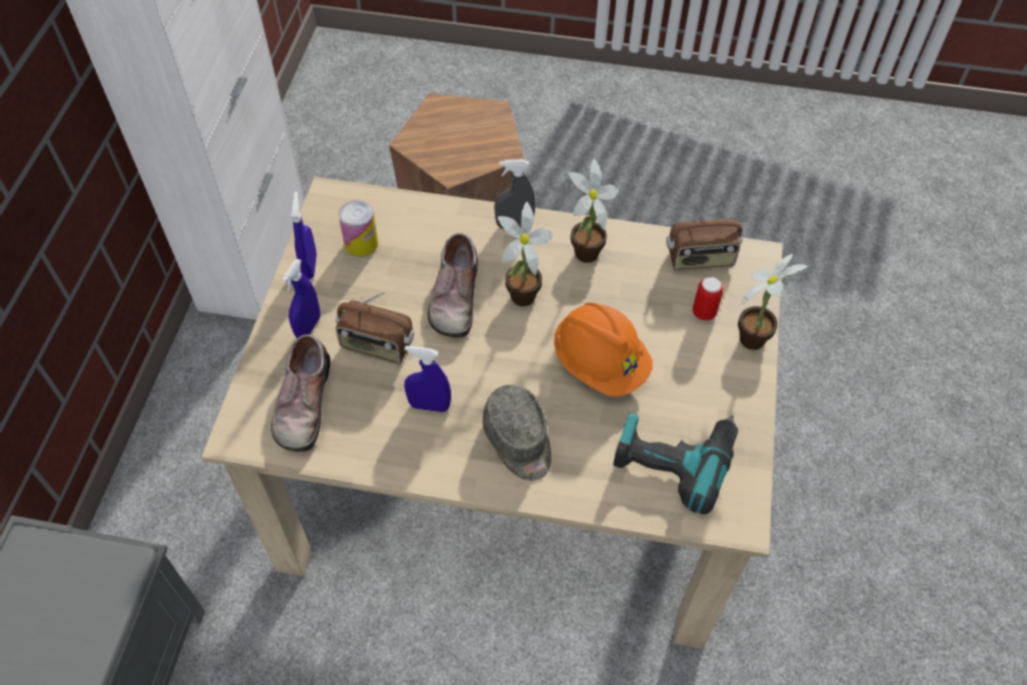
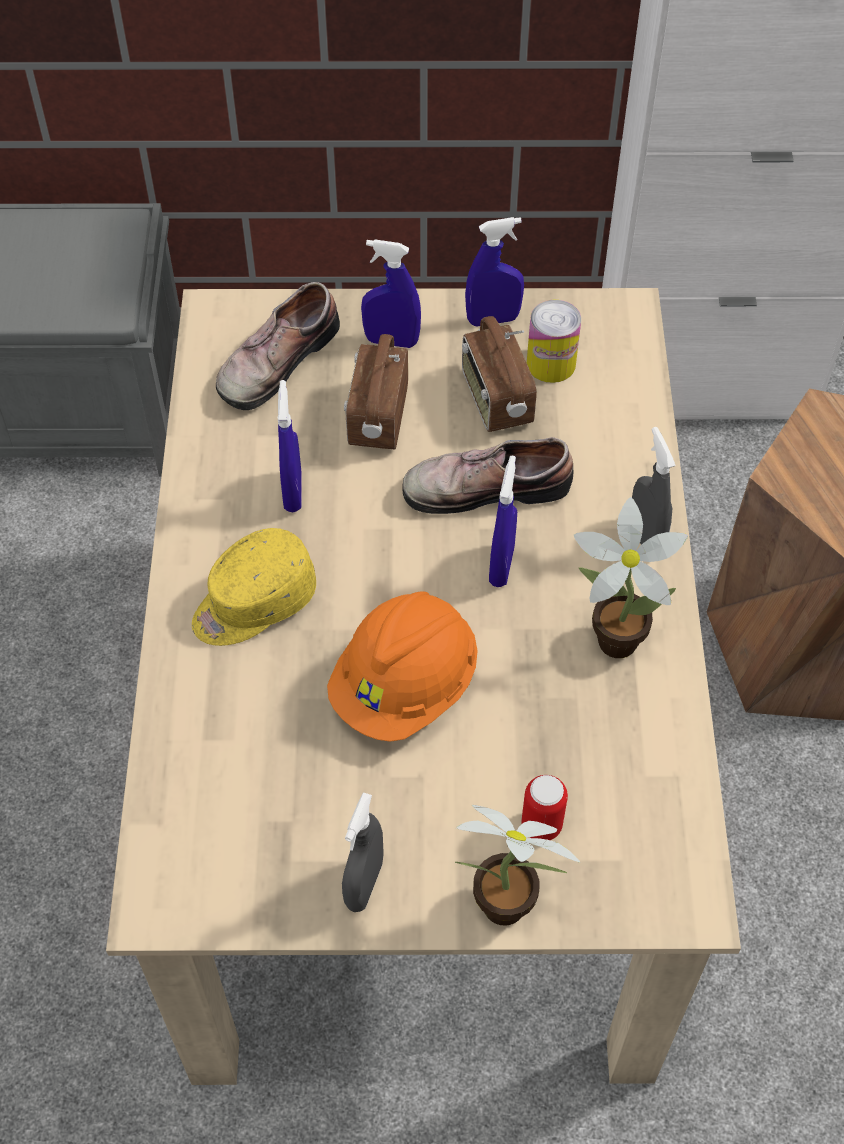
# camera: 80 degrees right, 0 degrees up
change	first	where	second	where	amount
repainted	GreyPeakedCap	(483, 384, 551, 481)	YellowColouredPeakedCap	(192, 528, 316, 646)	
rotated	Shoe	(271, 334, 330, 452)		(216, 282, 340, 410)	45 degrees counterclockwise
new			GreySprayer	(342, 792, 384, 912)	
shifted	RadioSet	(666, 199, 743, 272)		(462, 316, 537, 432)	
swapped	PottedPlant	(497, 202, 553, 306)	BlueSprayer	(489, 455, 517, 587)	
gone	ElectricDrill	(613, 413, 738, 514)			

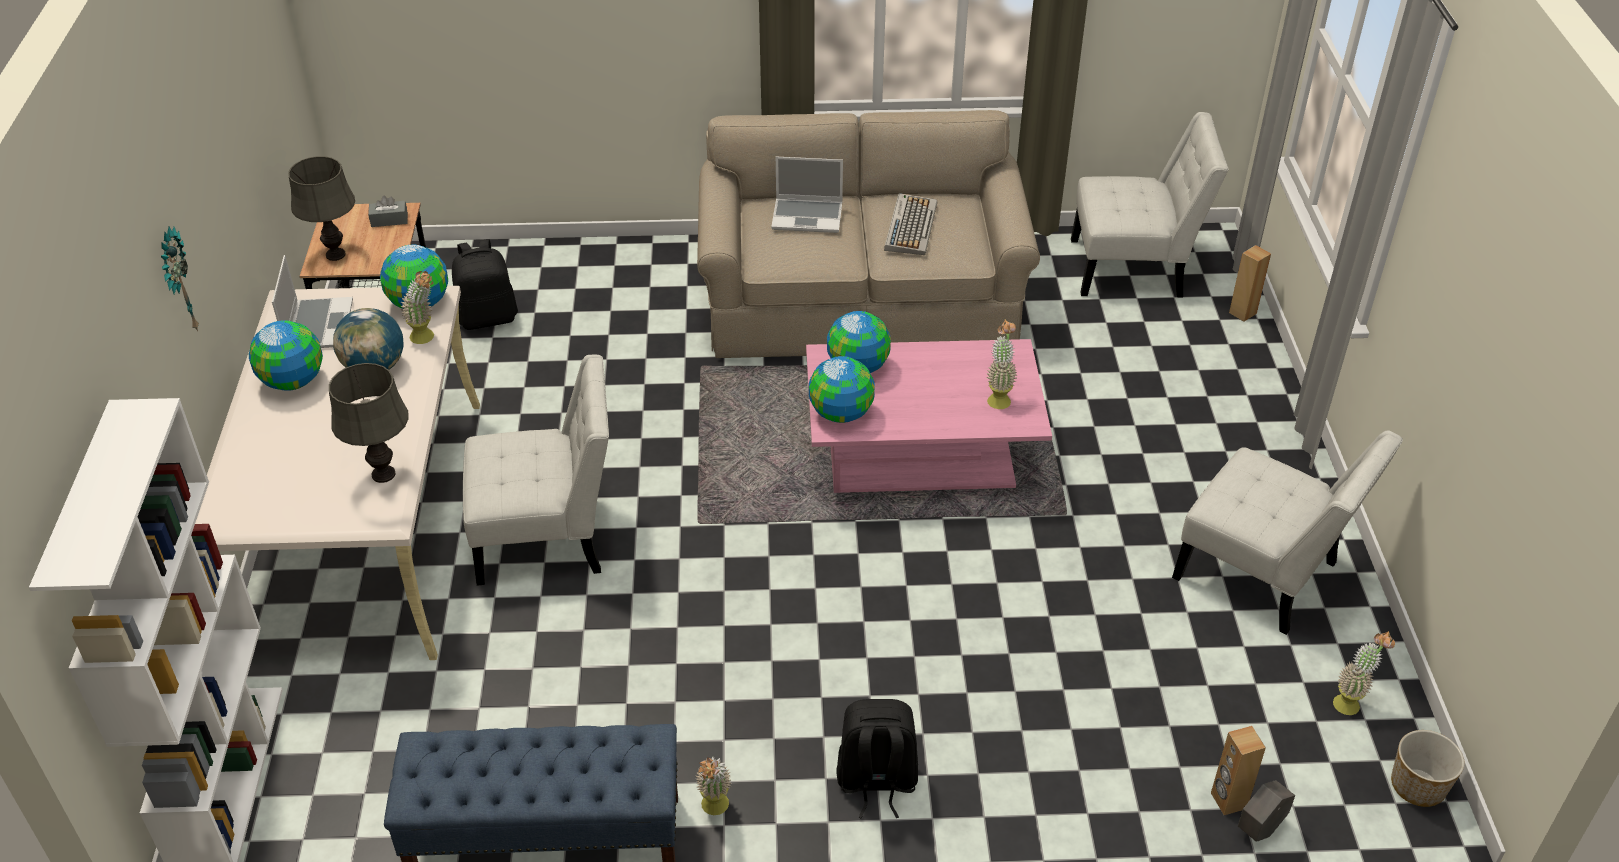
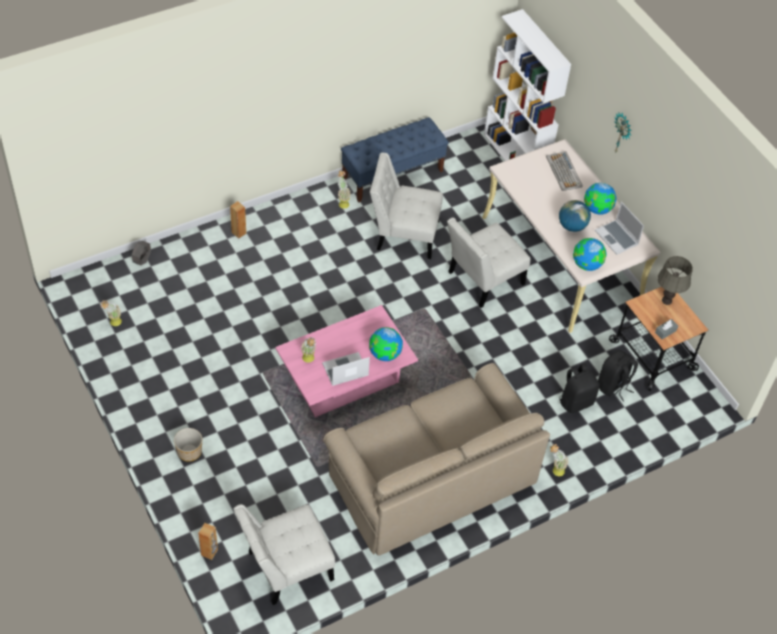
# camera: 150 degrees right, 10 degrees up
change	first	where	second	where	amount
shifted	PlantPot	(1391, 730, 1464, 807)		(174, 428, 202, 462)	
shifted	BrownishSpeaker	(1211, 726, 1266, 815)		(230, 201, 246, 239)	
shifted	NotebookComputer	(771, 157, 843, 233)		(322, 352, 370, 386)	
shifted	WhiteColouredUprightChair	(1172, 431, 1403, 635)		(370, 153, 443, 259)	
shifted	Keyboard	(884, 193, 938, 255)		(546, 151, 583, 191)	
shifted	PottedPlant	(400, 271, 434, 344)		(550, 444, 569, 476)	
shifted	BlackKnapsack	(837, 699, 918, 818)		(559, 363, 600, 413)	
gone	GreyTabletopLamp	(329, 363, 409, 483)			
gone	Globe	(809, 356, 875, 423)			

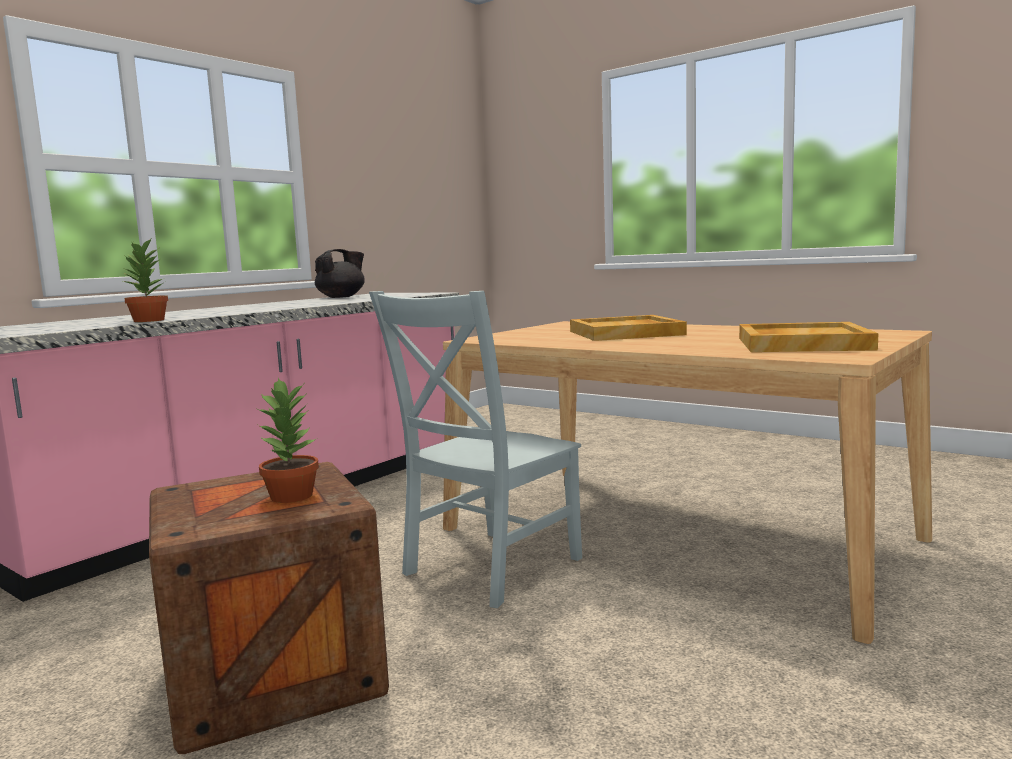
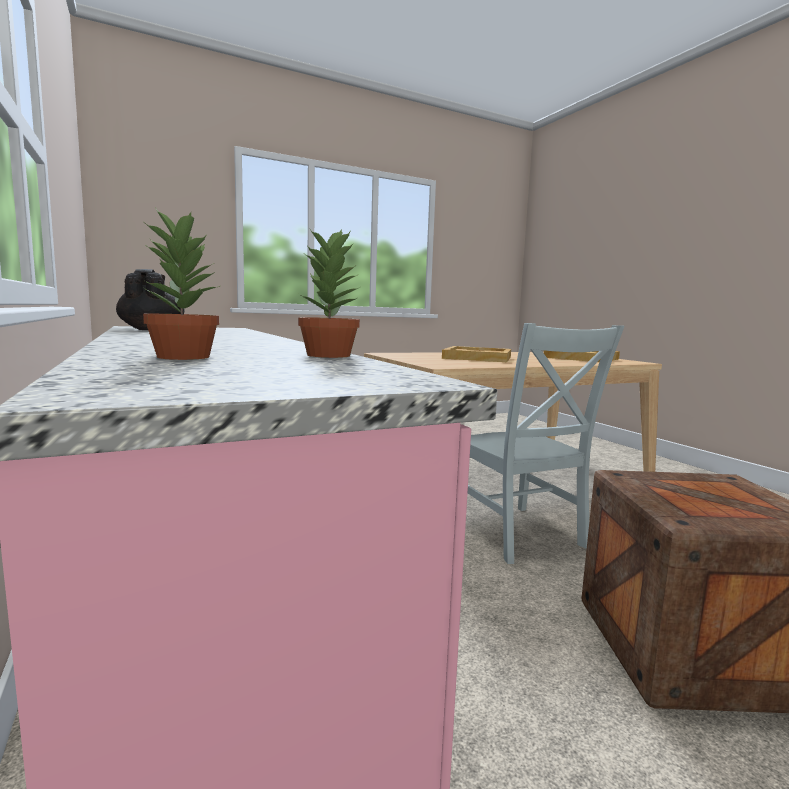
# camera: 65 degrees left, 0 degrees up
change	first	where	second	where	amount
shifted	PottedPlant	(258, 377, 319, 503)		(143, 209, 220, 360)	

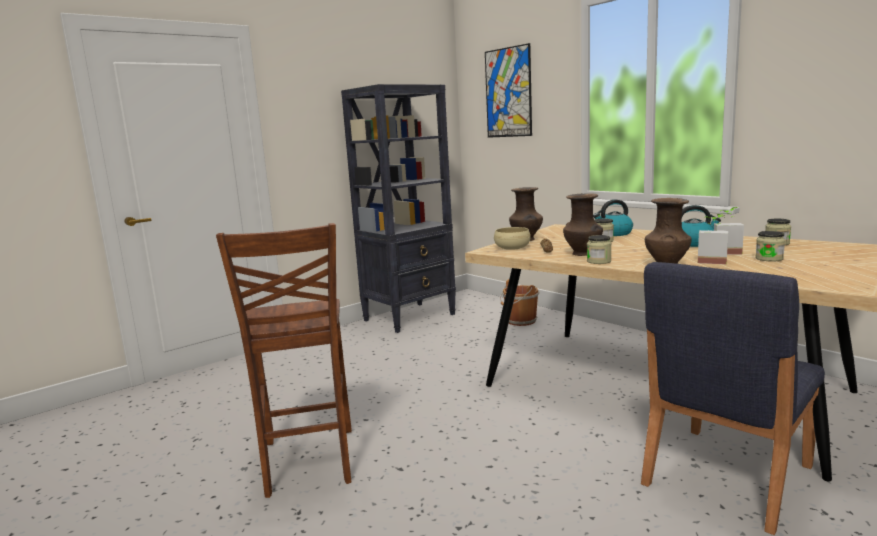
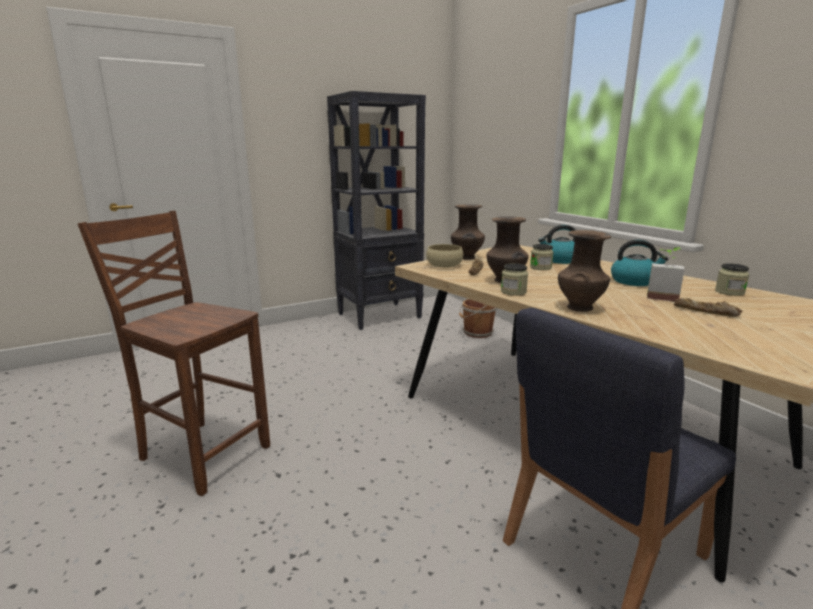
# camera: 10 degrees right, 5 degrees up
change	first	where	second	where	amount
rotated	BrownishUprightChair	(216, 223, 352, 498)		(78, 211, 270, 496)	120 degrees clockwise
swapped	Jar	(755, 231, 785, 262)	Bread	(674, 298, 742, 317)	
gone	WallPicture	(485, 43, 532, 138)			
gone	PottedPlant	(698, 214, 728, 264)			

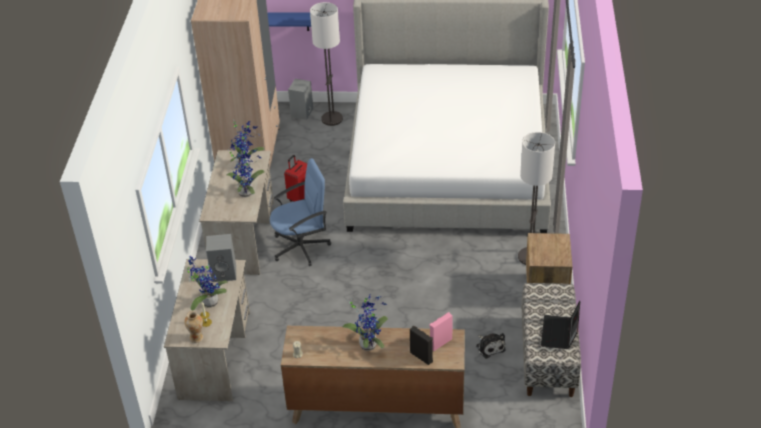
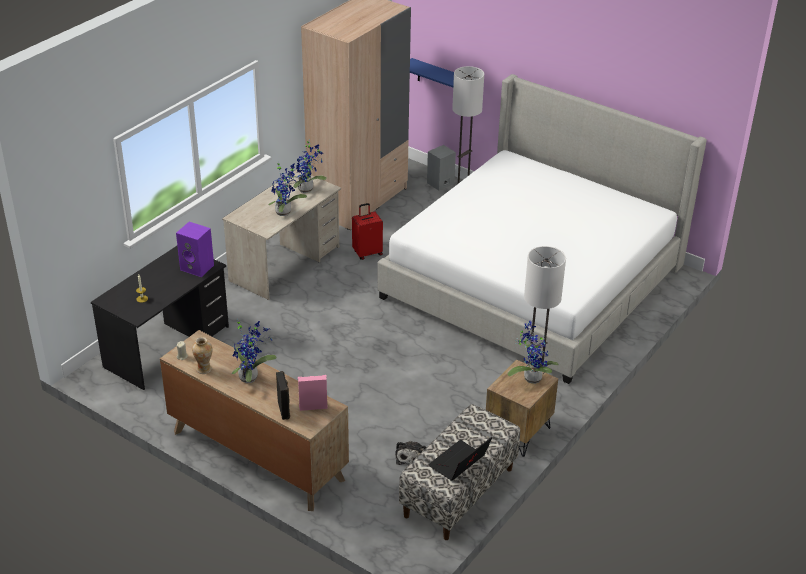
# camera: 30 degrees right, 5 degrees down
change	first	where	second	where	amount
repainted	SandColouredDeskTable	(164, 259, 250, 401)	BlackDeskTable	(91, 246, 229, 390)	
repainted	GreySpeaker	(206, 234, 236, 282)	PurpleColouredSpeaker	(176, 222, 214, 277)	
shifted	DecorativeVase	(184, 311, 203, 343)		(192, 337, 212, 374)	
shifted	PottedPlant	(187, 256, 228, 310)		(508, 320, 559, 384)	
gone	BlueComputerChair	(270, 158, 331, 266)			

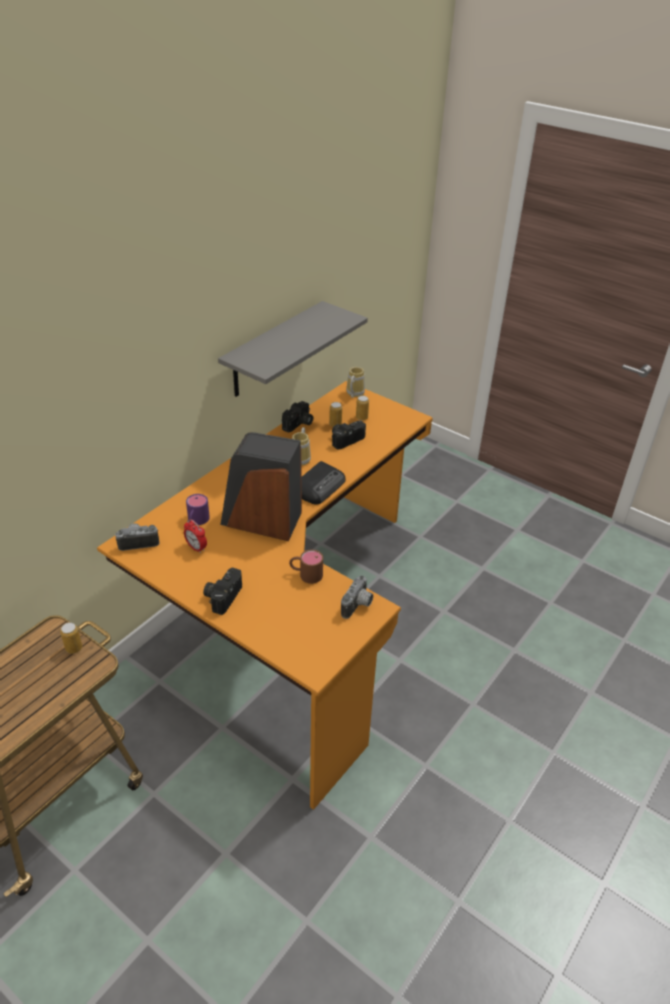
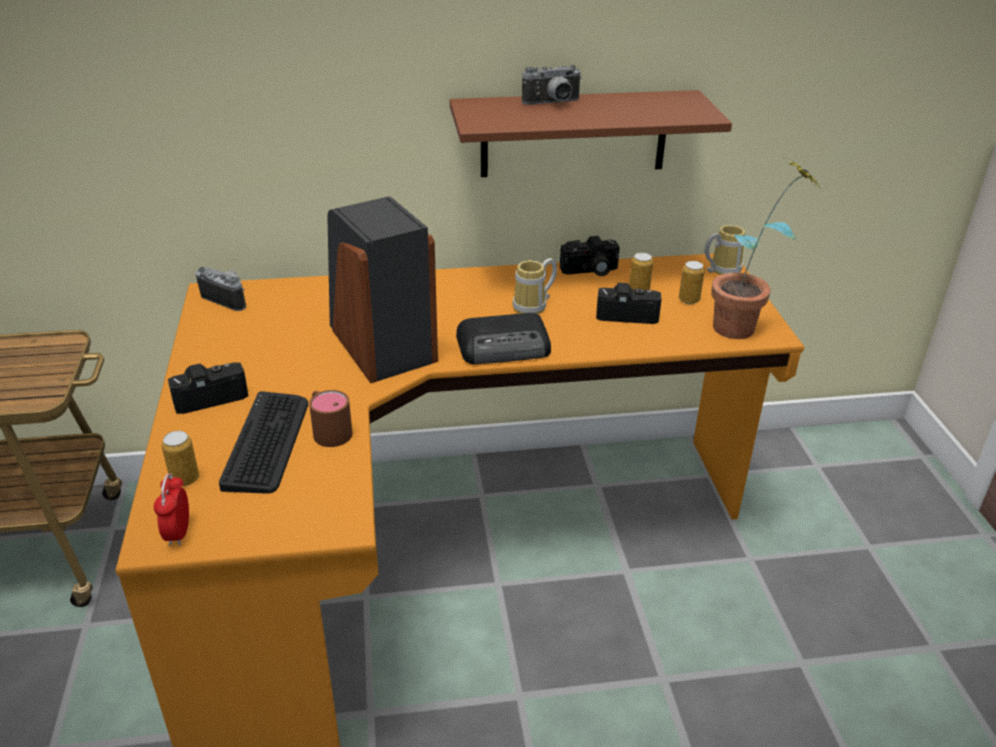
# camera: 45 degrees right, 5 degrees down
change	first	where	second	where	amount
shifted	TableClock	(184, 519, 207, 553)		(154, 473, 189, 546)	
shifted	Can	(60, 622, 82, 654)		(162, 431, 199, 486)	
new			Keyboard	(219, 391, 308, 494)	
repainted	GreyWallShelf	(218, 301, 368, 397)	BrownishWallShelf	(450, 90, 732, 177)	
shifted	StillCamera	(341, 576, 373, 619)		(522, 65, 582, 105)	
new			PottedPlant	(711, 158, 820, 339)	
gone	PurpleColouredMug	(186, 494, 210, 525)			

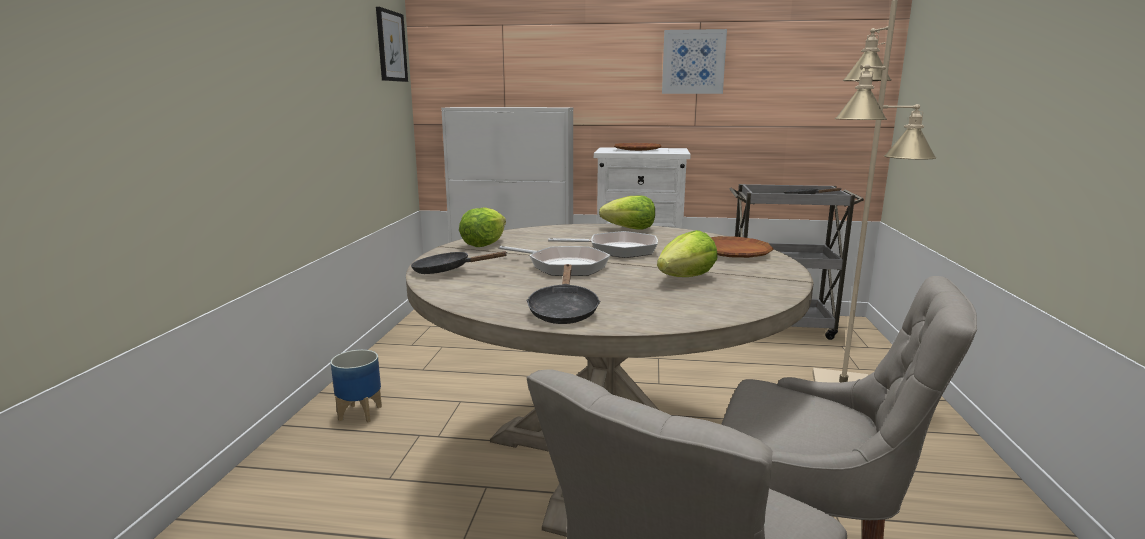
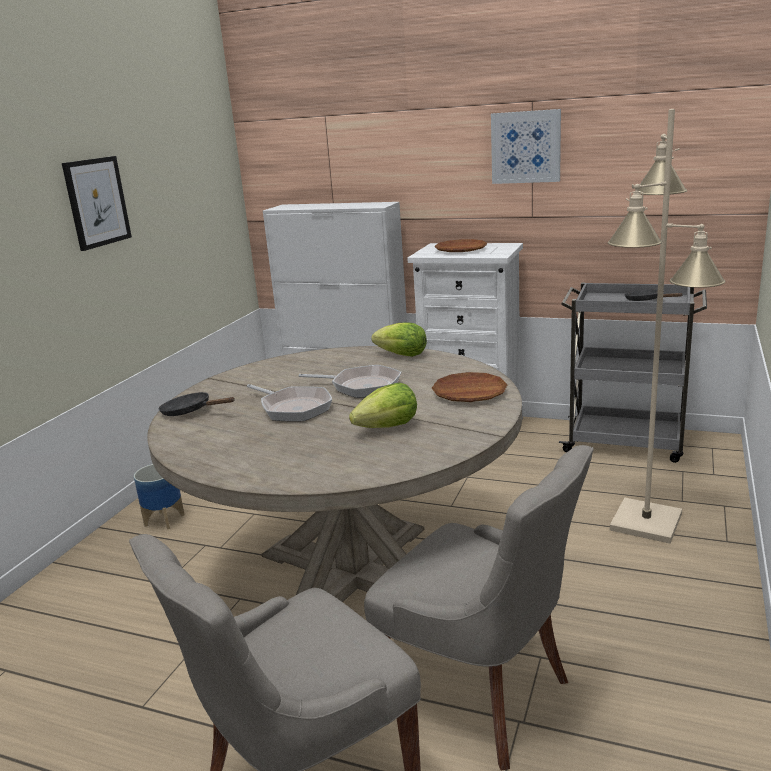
# camera: 15 degrees right, 5 degrees up
change	first	where	second	where	amount
shifted	WallPicture	(376, 7, 408, 82)		(62, 156, 132, 251)	
gone	HeadOfLettuce	(459, 207, 506, 247)			
gone	BlackFryingPan	(527, 264, 600, 324)			

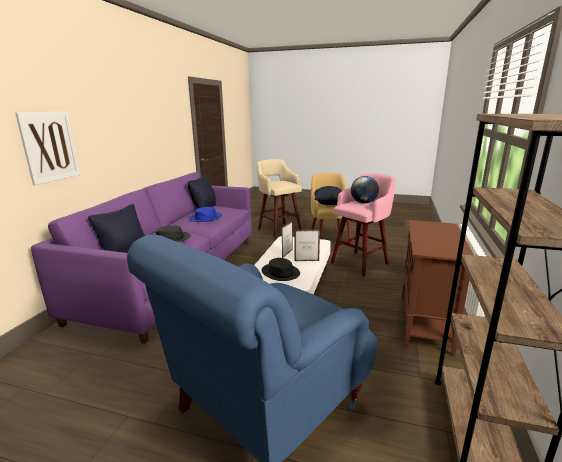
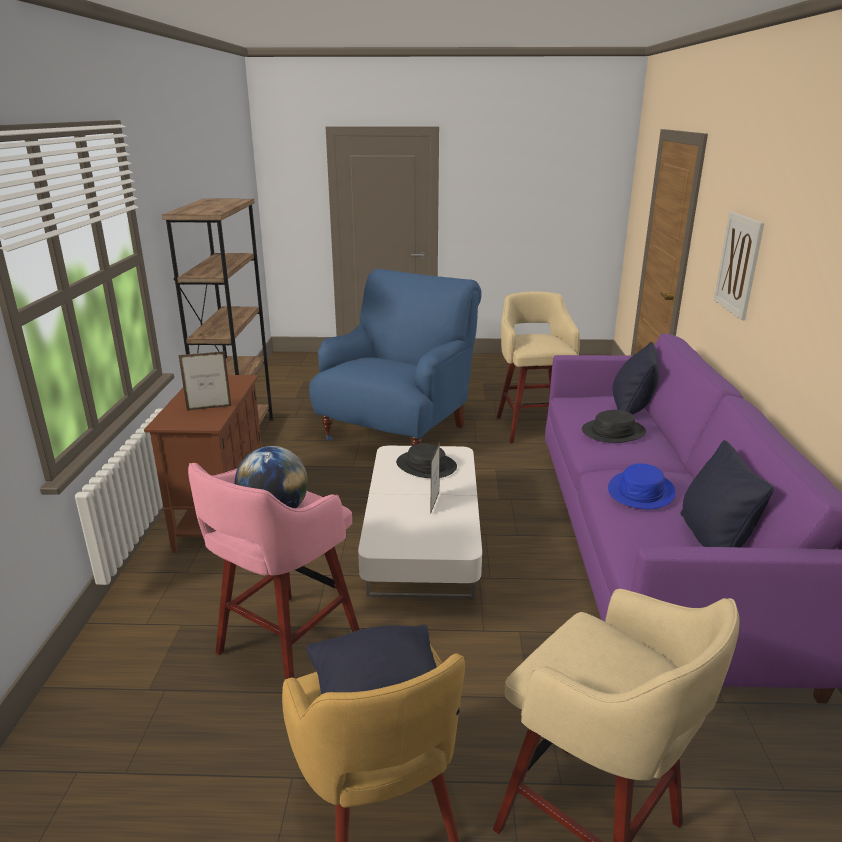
# camera: 165 degrees right, 5 degrees up
change	first	where	second	where	amount
shifted	PhotoFrame	(295, 230, 320, 261)		(179, 351, 232, 411)	
new			SandColouredStoolSeat	(497, 291, 580, 443)	

